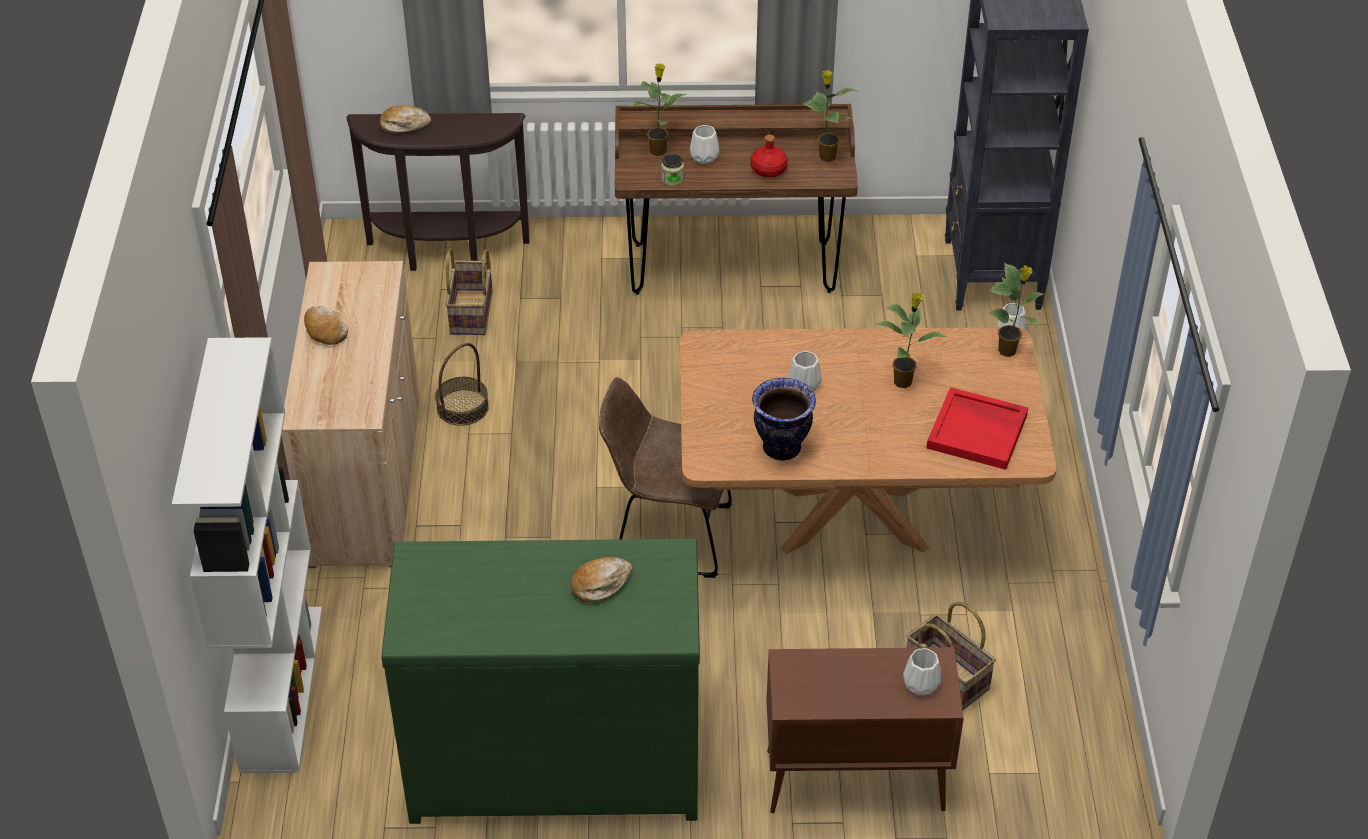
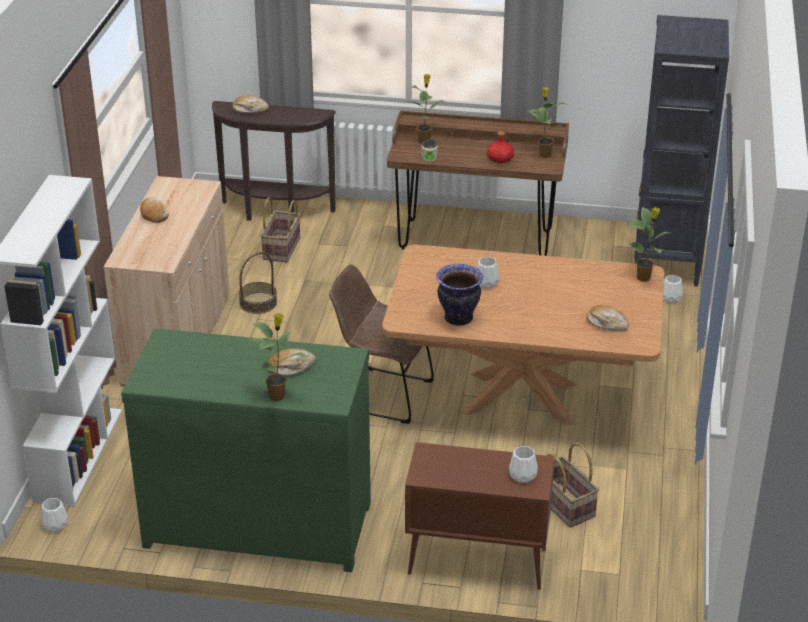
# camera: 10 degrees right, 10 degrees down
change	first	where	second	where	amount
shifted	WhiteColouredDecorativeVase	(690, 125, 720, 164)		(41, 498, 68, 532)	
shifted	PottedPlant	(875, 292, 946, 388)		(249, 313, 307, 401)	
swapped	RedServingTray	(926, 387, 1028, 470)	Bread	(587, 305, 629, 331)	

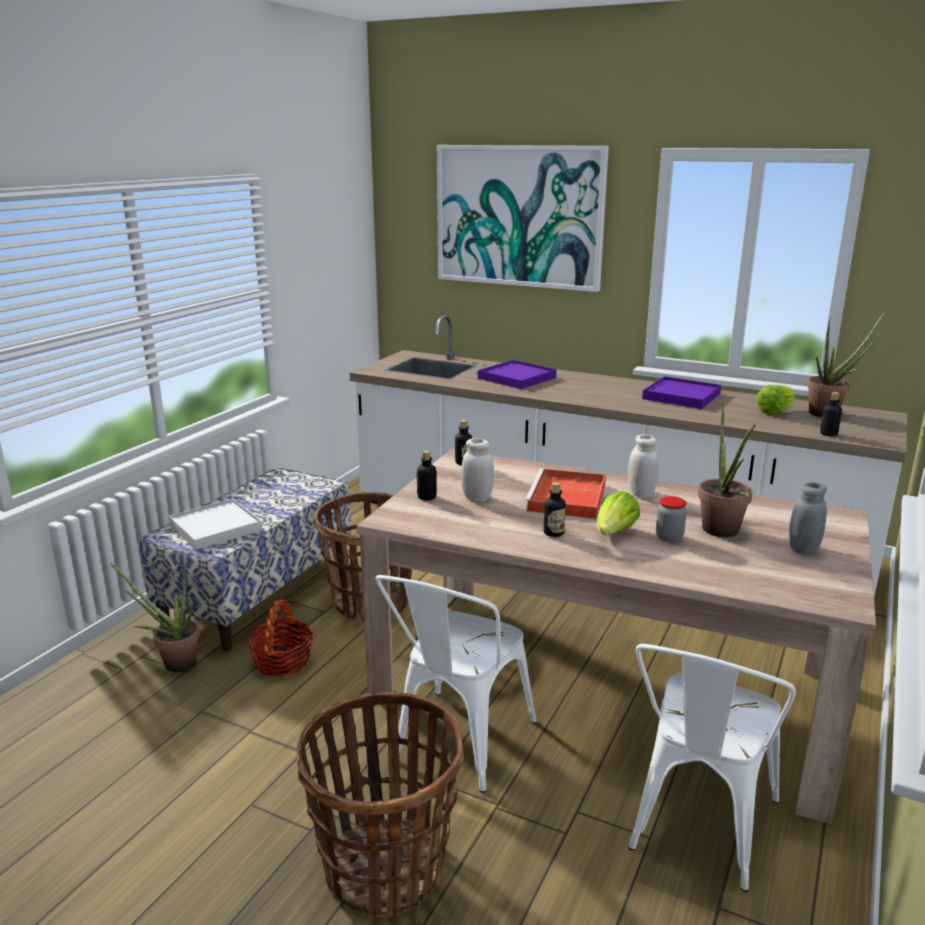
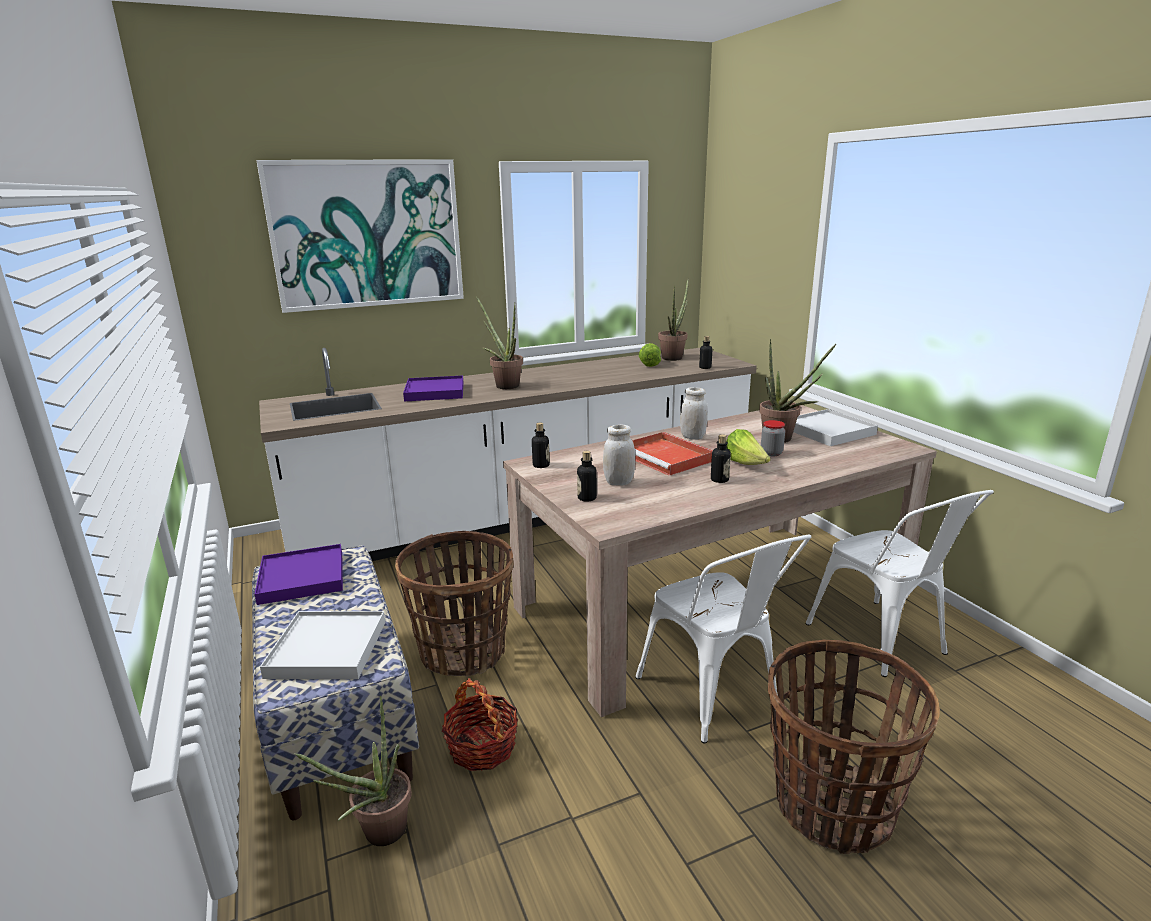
# camera: 50 degrees left, 0 degrees up
change	first	where	second	where	amount
shifted	PurpleColouredServingTray	(642, 376, 721, 409)		(255, 544, 343, 605)	
new			PottedPlant	(476, 296, 523, 389)	
swapped	GreyJar	(789, 482, 827, 554)	WhiteColouredServingTray	(793, 409, 878, 446)	

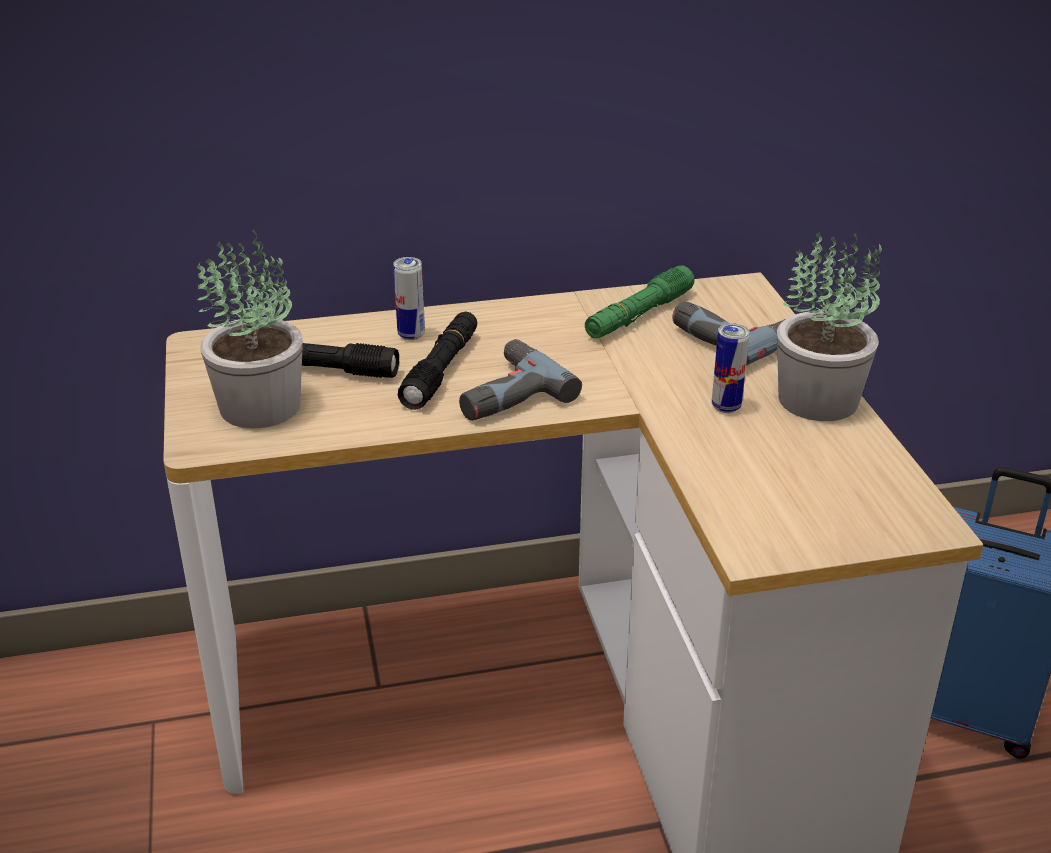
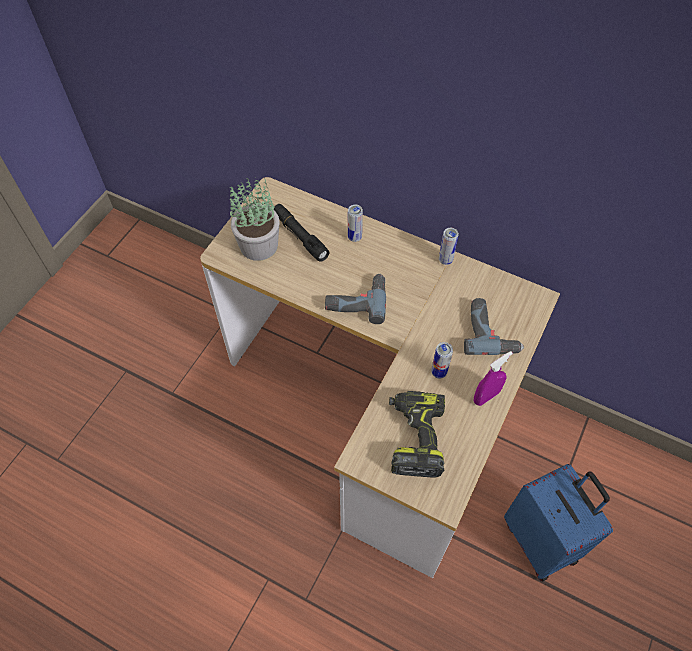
# camera: 40 degrees right, 25 degrees up
change	first	where	second	where	amount
new			ElectricDrill	(389, 391, 445, 478)	
new			Can	(439, 228, 459, 265)	
swapped	PottedPlant	(777, 233, 882, 421)	PurpleColouredSprayer	(474, 351, 513, 406)	
gone	BlackFlashlight	(398, 312, 477, 410)			
gone	GreenishFlashlight	(585, 265, 694, 339)			

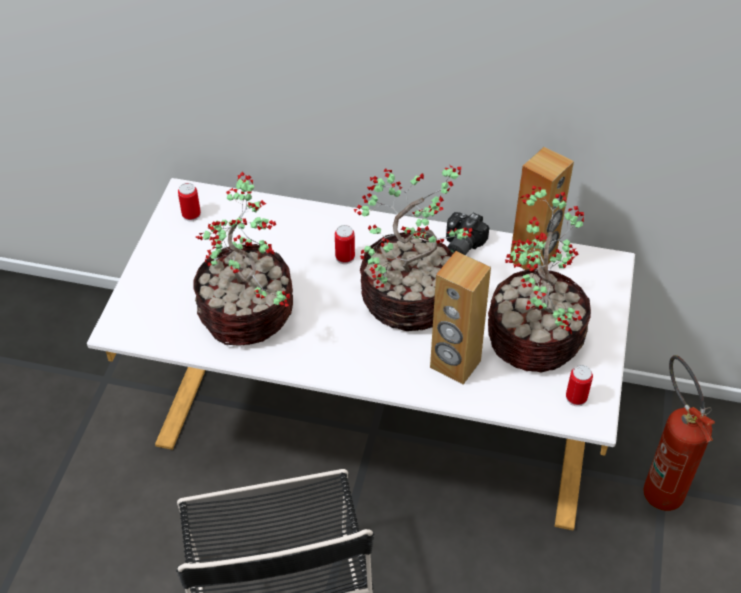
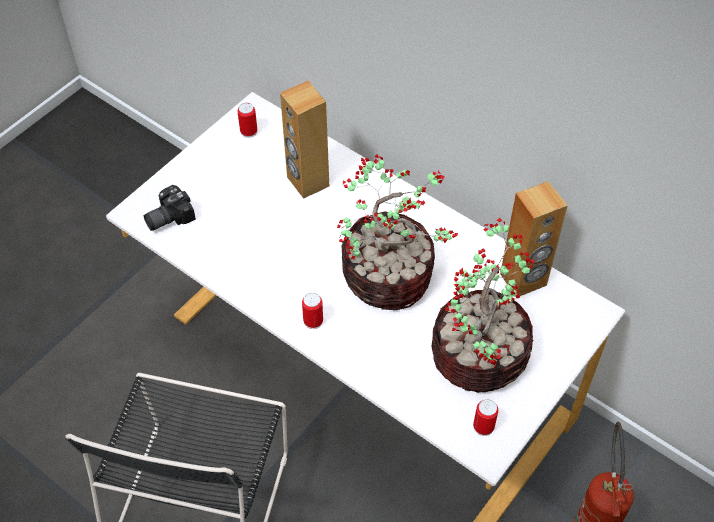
# camera: 25 degrees right, 5 degrees up
change	first	where	second	where	amount
shifted	StillCamera	(446, 212, 489, 255)		(144, 185, 196, 231)	
shifted	BrownishSpeaker	(430, 251, 491, 385)		(280, 81, 329, 199)	
shifted	Can	(335, 225, 355, 264)		(302, 293, 323, 329)	
gone	PottedPlant	(193, 172, 293, 345)			

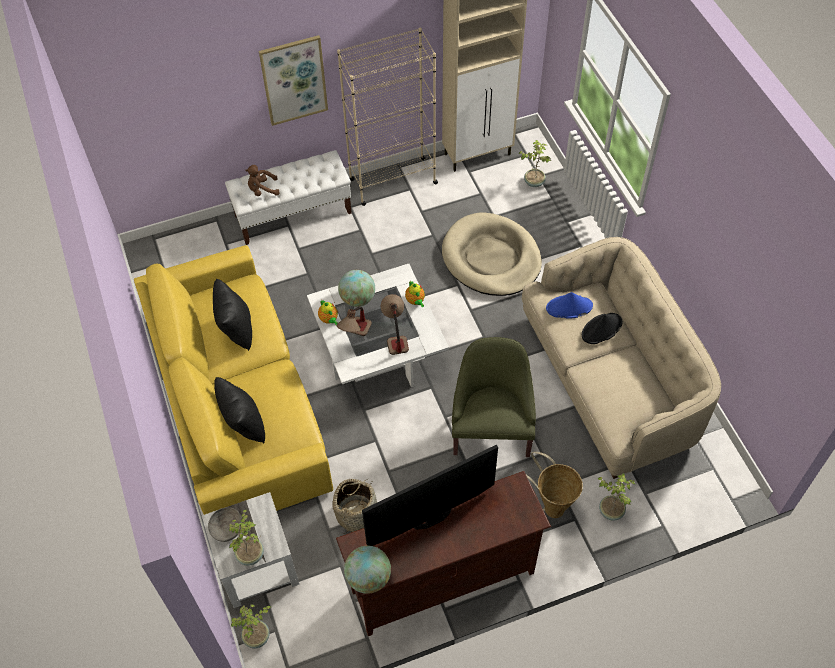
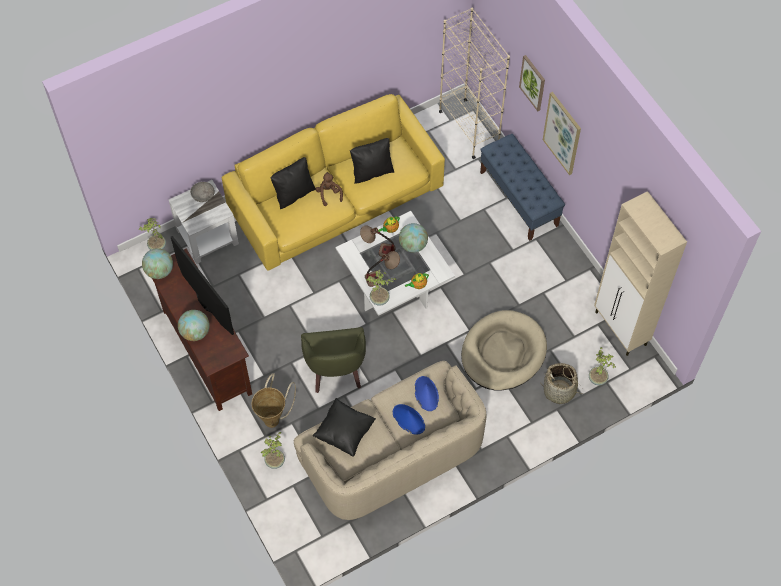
# camera: 80 degrees right, 5 degrees up
change	first	where	second	where	amount
new			Globe	(178, 310, 210, 341)	
rotated	GreenishArmchair	(452, 337, 536, 457)		(301, 327, 366, 393)	90 degrees clockwise
new			BlackCushion	(312, 398, 376, 457)	
shifted	BrownishPlushToy	(245, 165, 280, 196)		(315, 172, 343, 206)	
shifted	PottedPlant	(229, 509, 264, 566)		(367, 270, 397, 306)	
repainted	BlackHat	(582, 313, 623, 344)	BlueHat	(393, 404, 425, 434)	
shifted	SandColouredBookcase	(337, 28, 438, 206)		(439, 8, 510, 159)	
repainted	WhiteColouredLongSeat	(225, 150, 352, 245)	BlueLongSeat	(480, 134, 565, 241)	
new			WallPicture	(519, 55, 545, 111)	
shifted	StorageBasket	(332, 479, 377, 534)		(540, 363, 581, 404)	

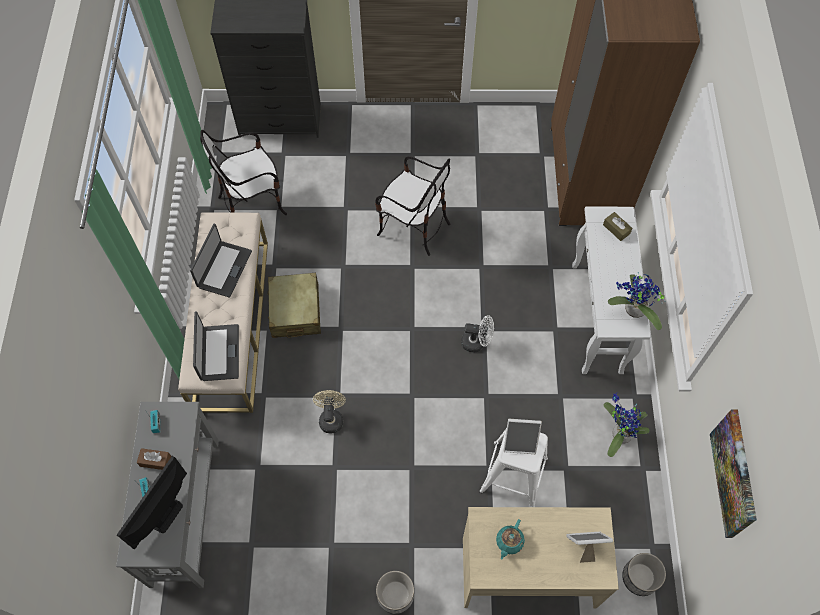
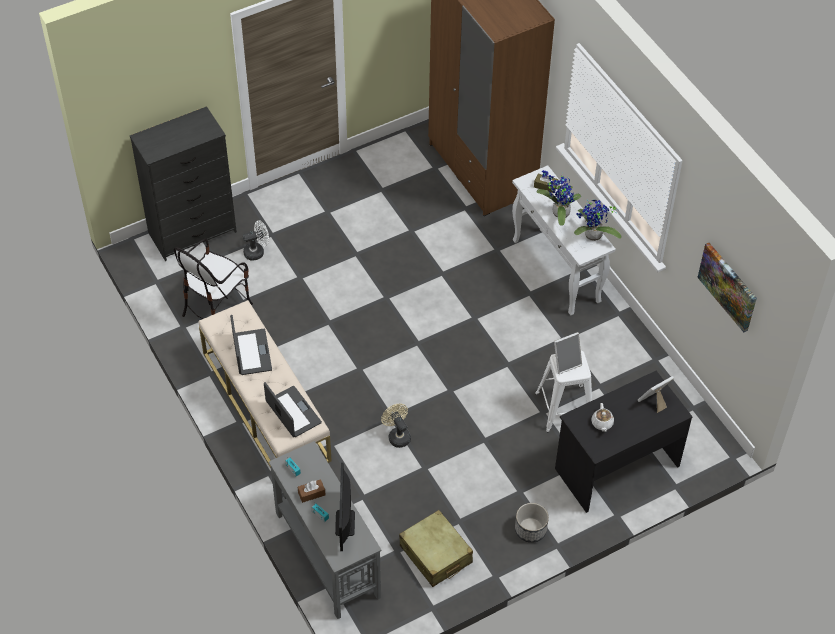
# camera: 30 degrees left, 10 degrees down
change	first	where	second	where	amount
shifted	WhiteColouredElectricFan	(461, 315, 494, 352)		(243, 220, 269, 261)	
shifted	SandColouredPieceOfLuggage	(267, 273, 321, 338)		(399, 510, 473, 587)	
shifted	PottedPlant	(603, 392, 650, 457)		(537, 170, 581, 226)	
repainted	SandColouredDeskTable	(463, 507, 619, 609)	BlackDeskTable	(555, 371, 692, 513)	
repainted	TurquoiseColouredPotForTea	(496, 519, 525, 560)	WhiteColouredPotForTea	(591, 403, 614, 432)	
gone	UprightChair	(375, 156, 451, 256)			
gone	PlantPot	(622, 553, 666, 596)			

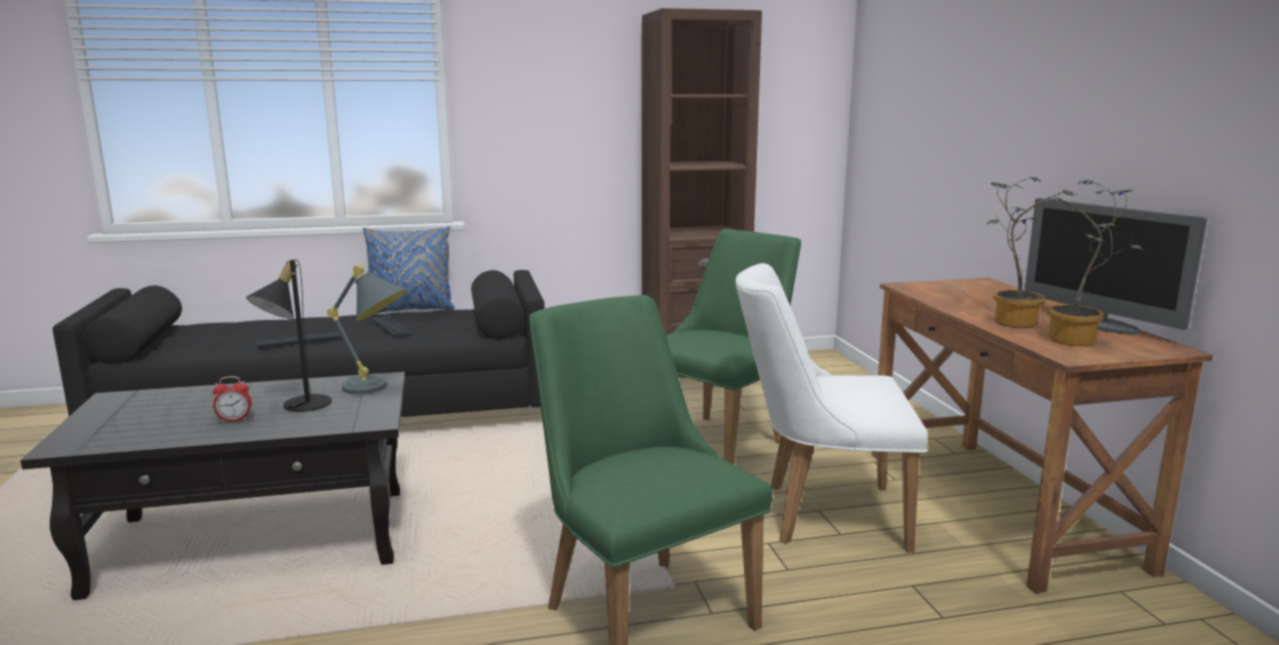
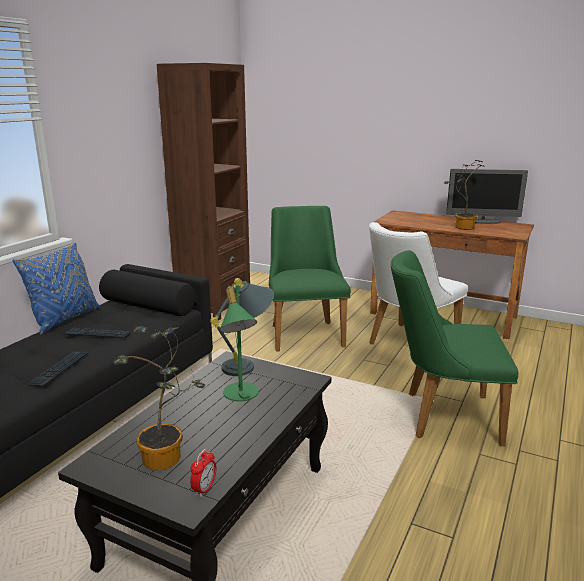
# camera: 50 degrees left, 5 degrees up
change	first	where	second	where	amount
shifted	PottedPlant	(1044, 180, 1144, 346)		(113, 326, 206, 470)	
shifted	TableClock	(213, 376, 252, 422)		(190, 448, 216, 497)	
repainted	BlackTabletopLamp	(246, 259, 332, 412)	GreenishTabletopLamp	(220, 285, 259, 401)	

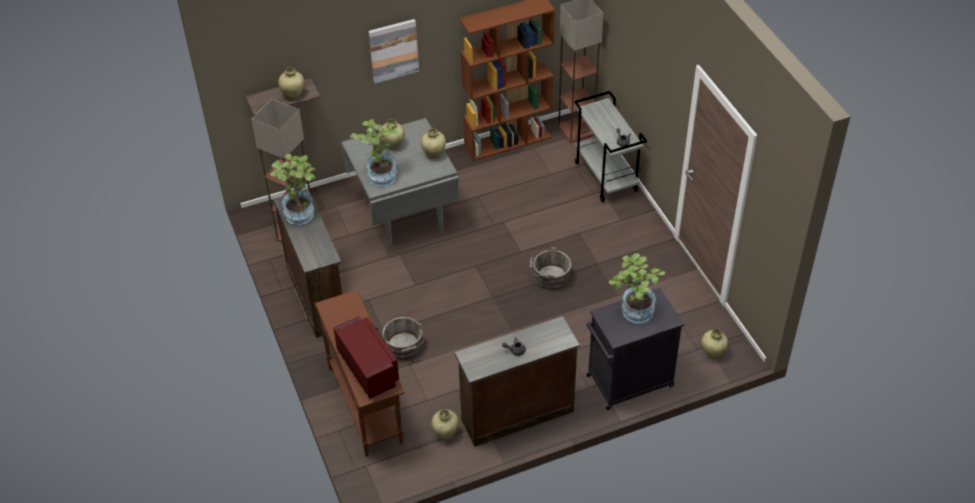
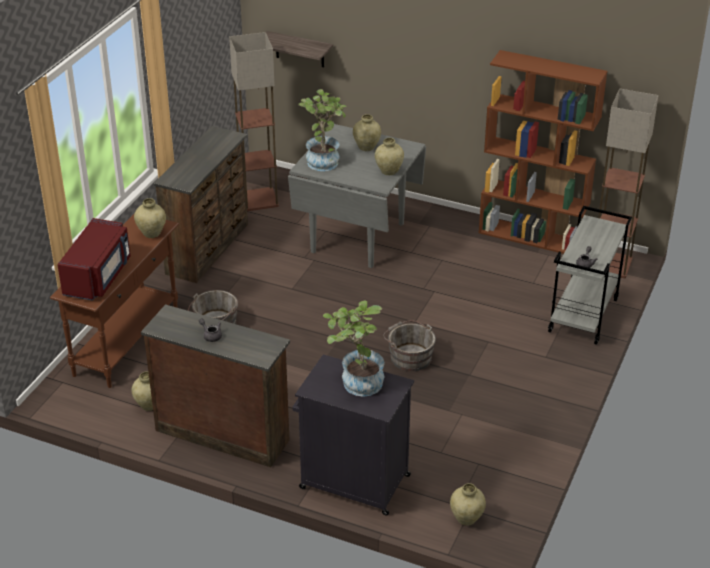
# camera: 45 degrees right, 10 degrees down
change	first	where	second	where	amount
shifted	SandColouredDecorativeVase	(278, 67, 305, 99)		(134, 198, 166, 238)	
gone	PottedPlant	(270, 154, 315, 225)			
gone	WallPicture	(369, 19, 419, 84)			

